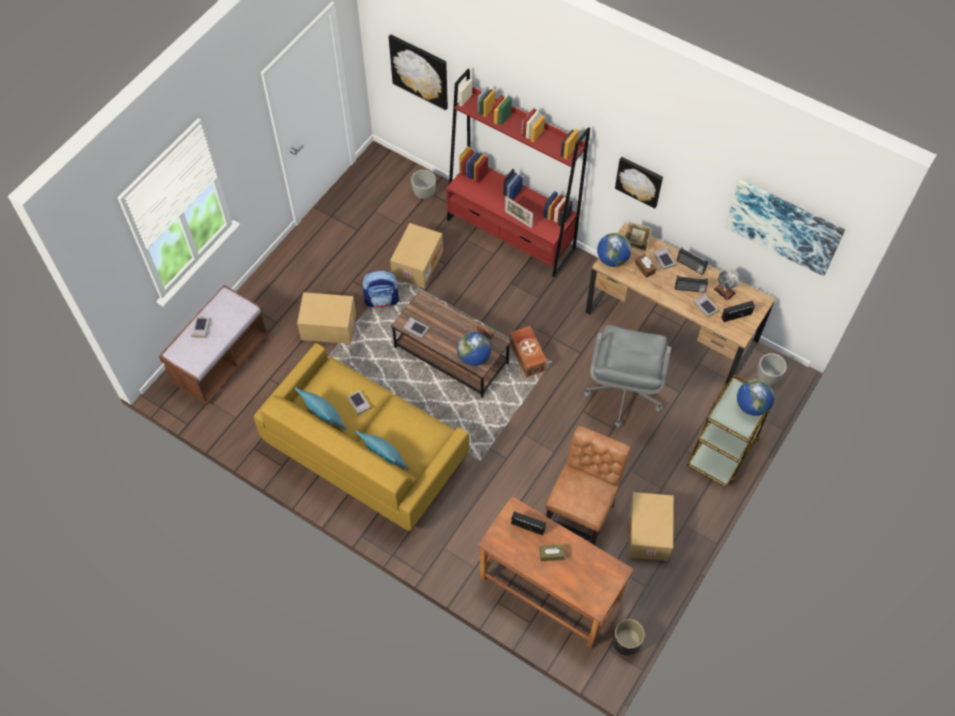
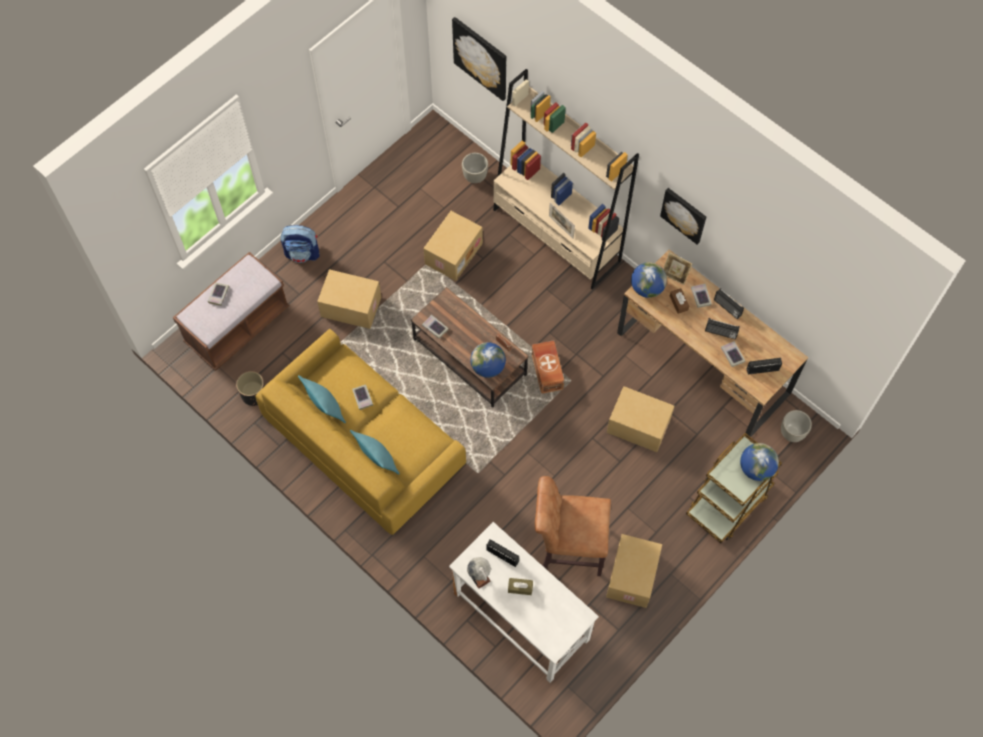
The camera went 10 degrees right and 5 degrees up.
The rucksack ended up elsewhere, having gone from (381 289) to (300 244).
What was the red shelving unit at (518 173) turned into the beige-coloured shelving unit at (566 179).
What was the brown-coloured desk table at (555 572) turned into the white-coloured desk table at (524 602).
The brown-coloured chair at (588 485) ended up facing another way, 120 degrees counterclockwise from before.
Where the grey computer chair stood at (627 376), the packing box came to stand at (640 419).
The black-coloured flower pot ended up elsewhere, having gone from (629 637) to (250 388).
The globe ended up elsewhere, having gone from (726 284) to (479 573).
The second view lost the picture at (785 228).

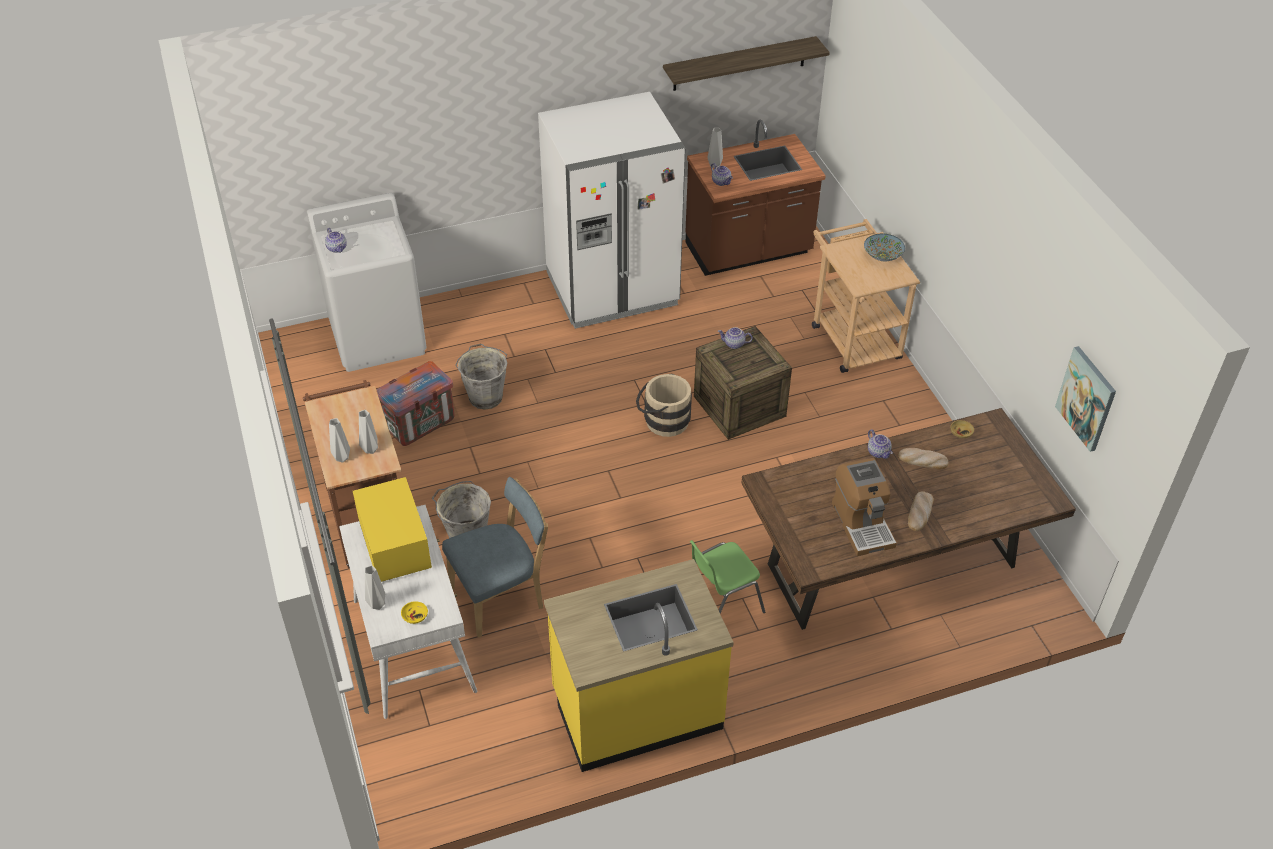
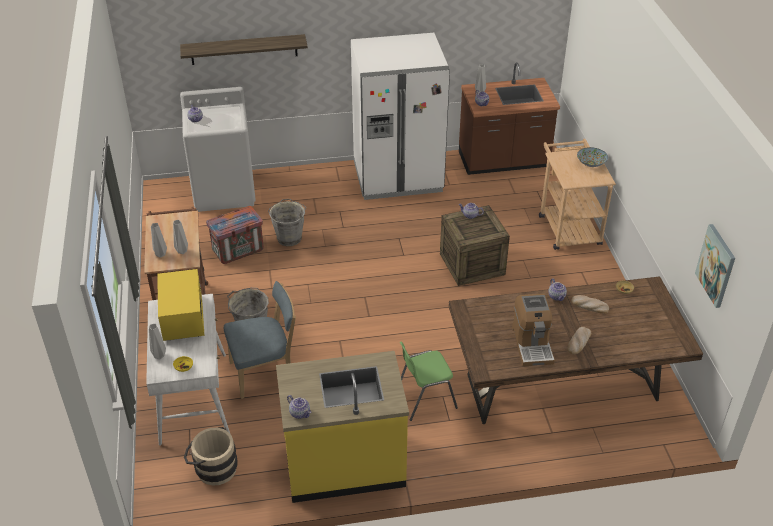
The camera went 10 degrees right and 5 degrees down.
The beige-coloured pail ended up elsewhere, having gone from (664 405) to (211 456).
The shelf ended up elsewhere, having gone from (746 63) to (244 49).
The second view gained the tea pot at (299 407).

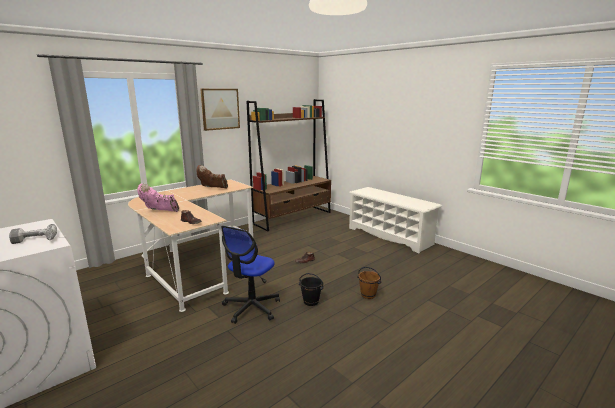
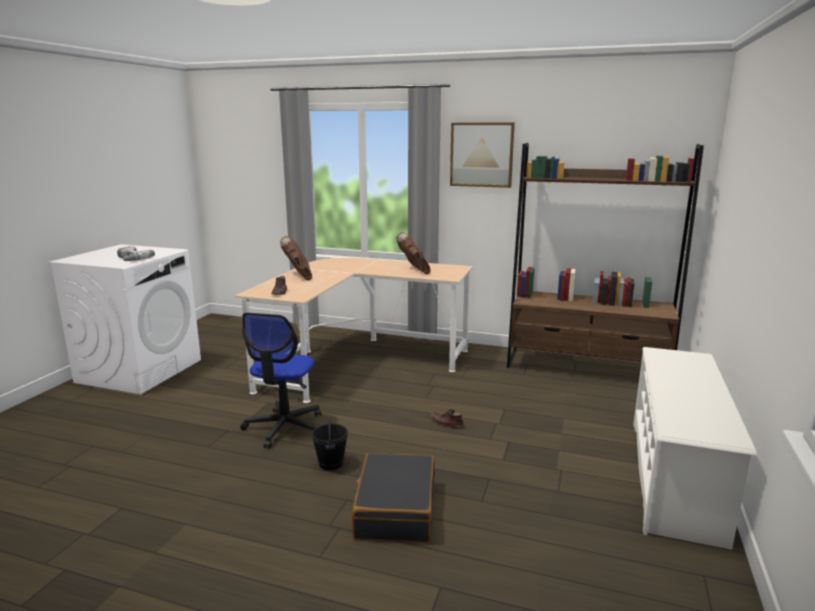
The camera went 60 degrees right and 0 degrees up.
What was the pinkish high-top boot at (158 198) turned into the brown-coloured high-top boot at (296 258).
The computer chair at (250 275) ended up facing another way, 75 degrees counterclockwise from before.
Where the brown-coloured pail stood at (369 283), the black-coloured piece of luggage came to stand at (393 498).

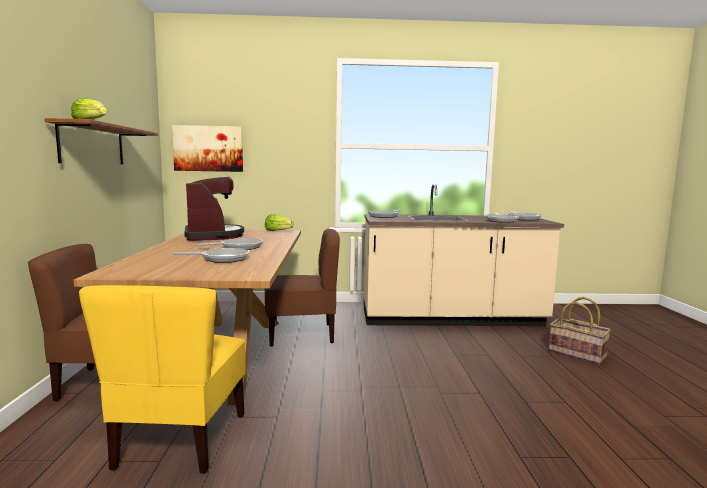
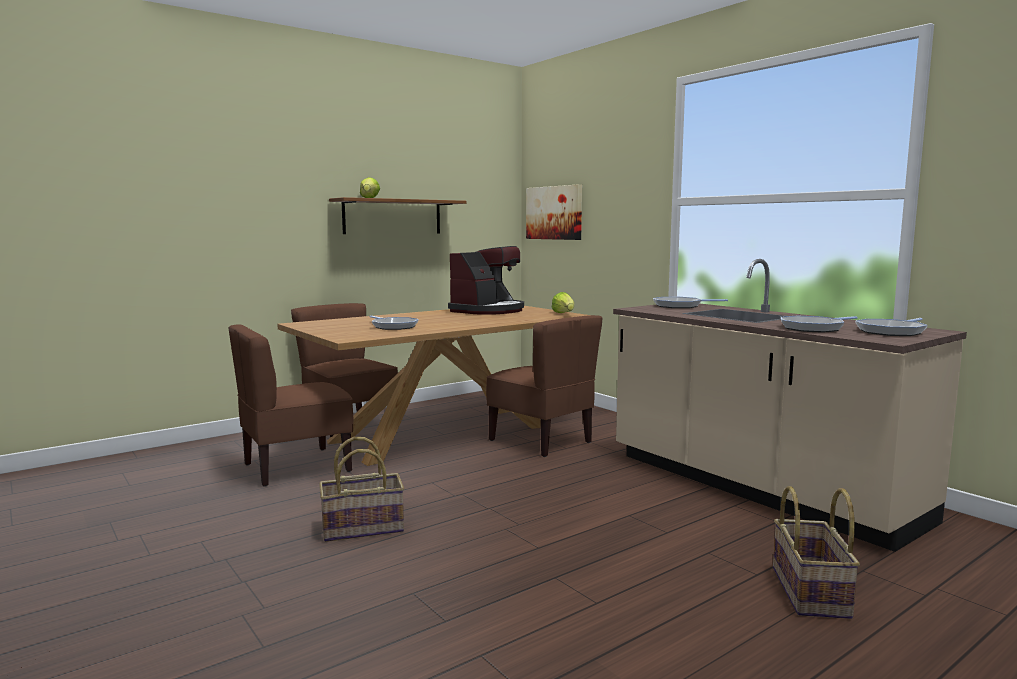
The camera went 55 degrees right and 0 degrees up.
What was the yellowish chair at (162 379) turned into the brown-coloured chair at (290 405).
The second view lost the skillet at (229 244).
The second view gained the household basket at (361 489).

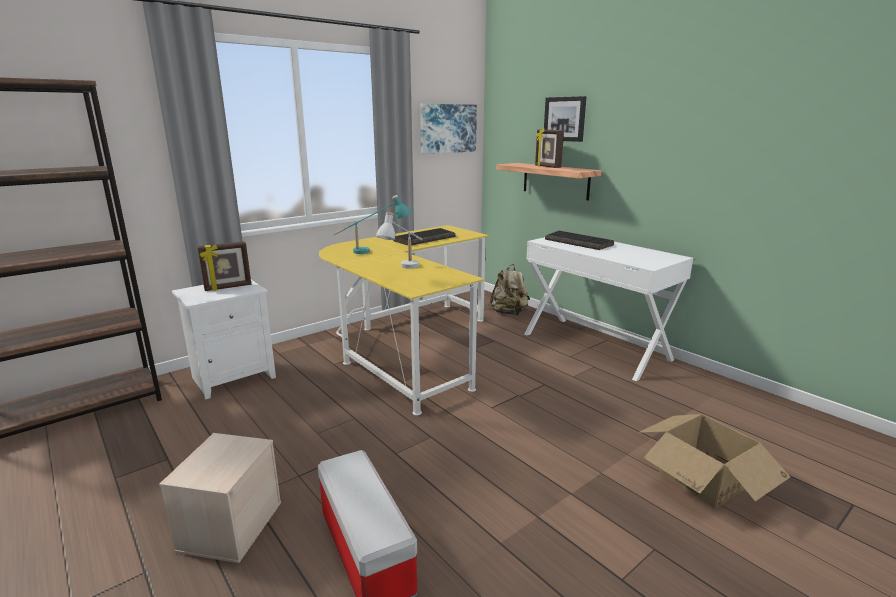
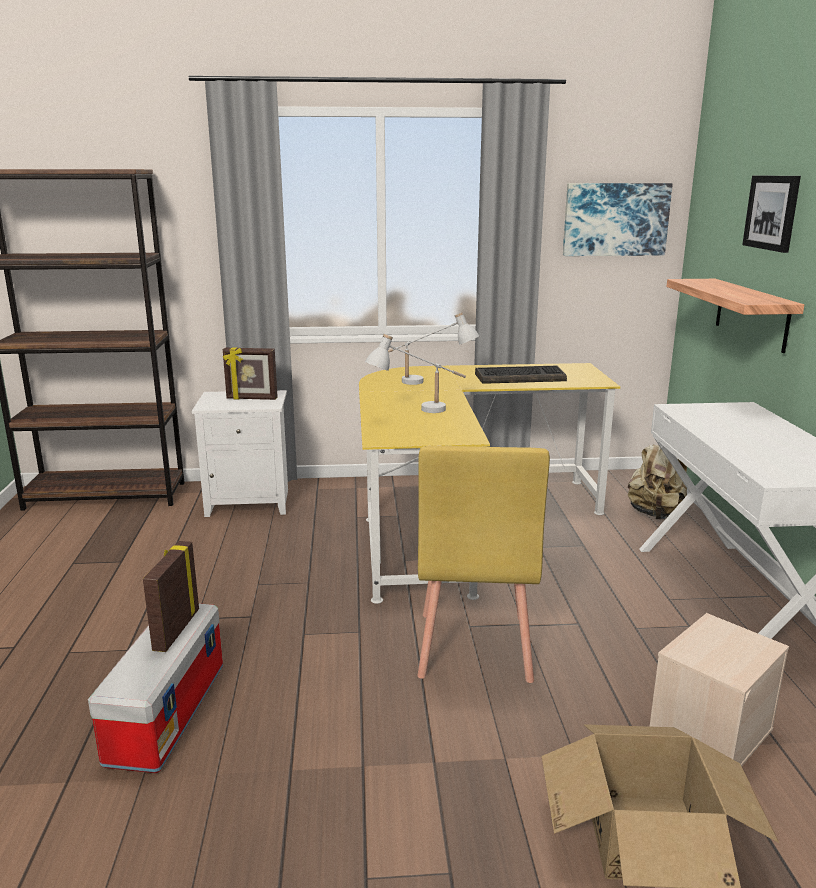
The camera went 35 degrees right and 0 degrees up.
The beige-coloured storage bin ended up elsewhere, having gone from (220 498) to (719 689).
What was the turquoise lamp for a table at (372 224) turned into the white-coloured lamp for a table at (433 348).
The picture frame ended up elsewhere, having gone from (549 148) to (171 596).
The second view lost the PC keyboard at (579 240).
The second view gained the yellowish chair at (483 564).

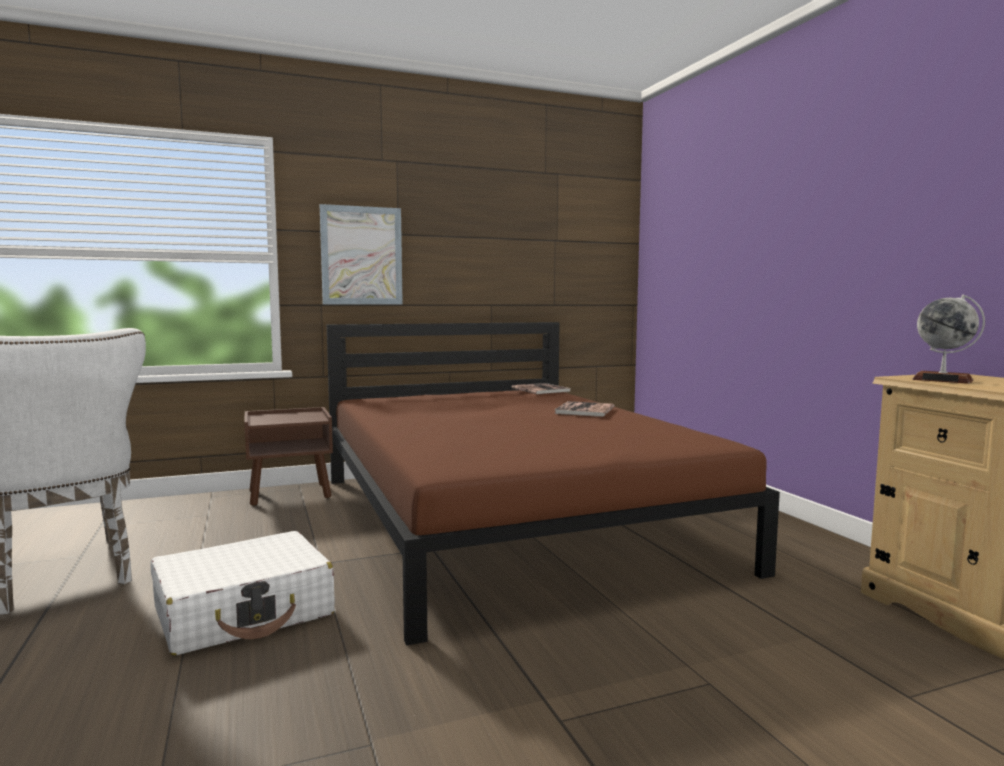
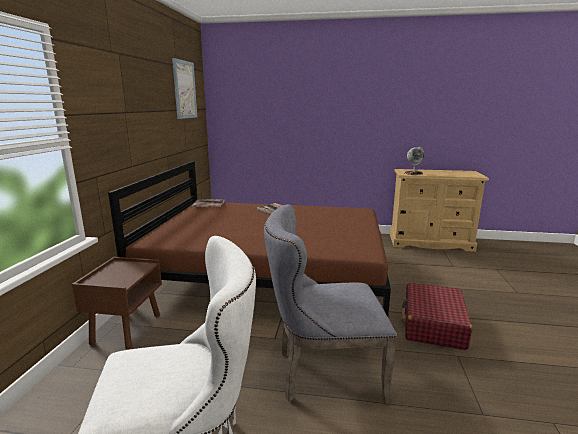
The camera went 60 degrees left and 10 degrees up.
Where the white-coloured piece of luggage stood at (242 593), the grey chair came to stand at (330 304).
The picture ended up elsewhere, having gone from (361 254) to (184 88).
The second view gained the red piece of luggage at (436 316).

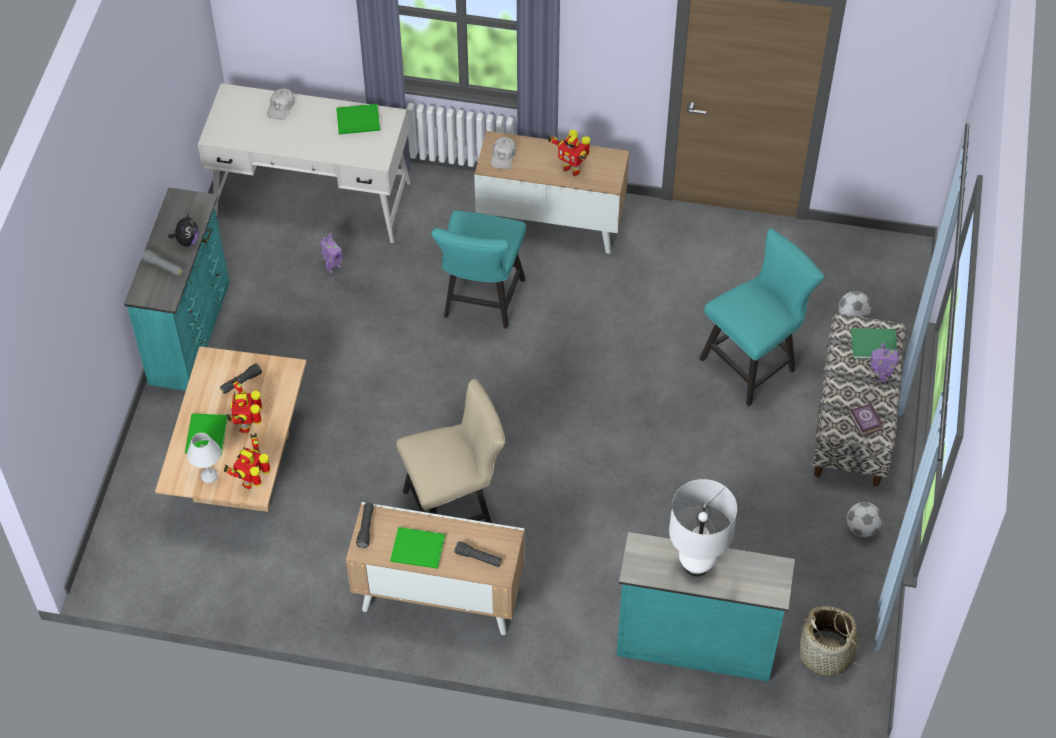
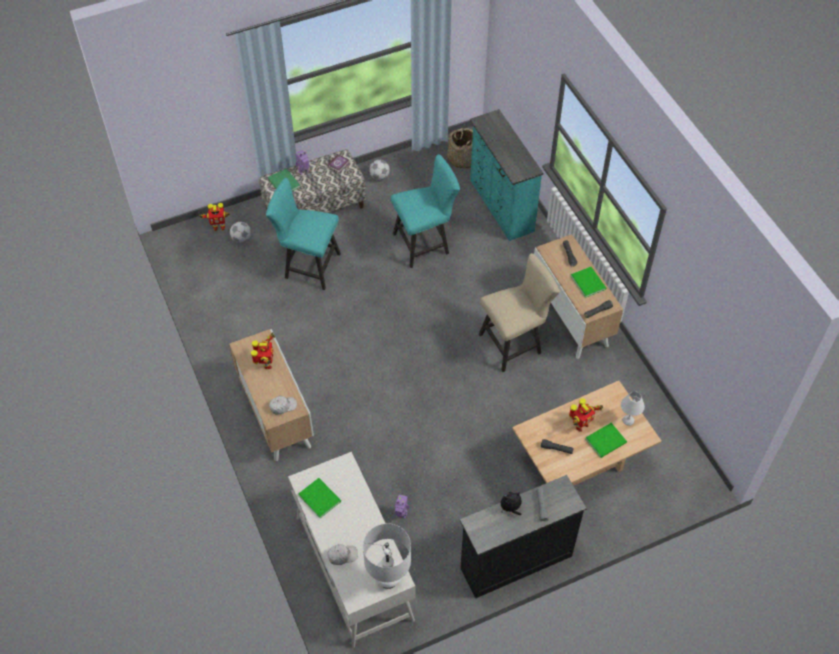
The camera went 125 degrees left and 0 degrees up.
What was the turquoise chest of drawers at (177 289) turned into the black-coloured chest of drawers at (523 536).
The model robot ended up elsewhere, having gone from (247 461) to (214 217).
The beige-coloured chair at (450 451) ended up facing another way, 120 degrees clockwise from before.
The turquoise chair ended up elsewhere, having gone from (478 269) to (425 211).
The white-coloured lamp for a table ended up elsewhere, having gone from (703 528) to (387 556).

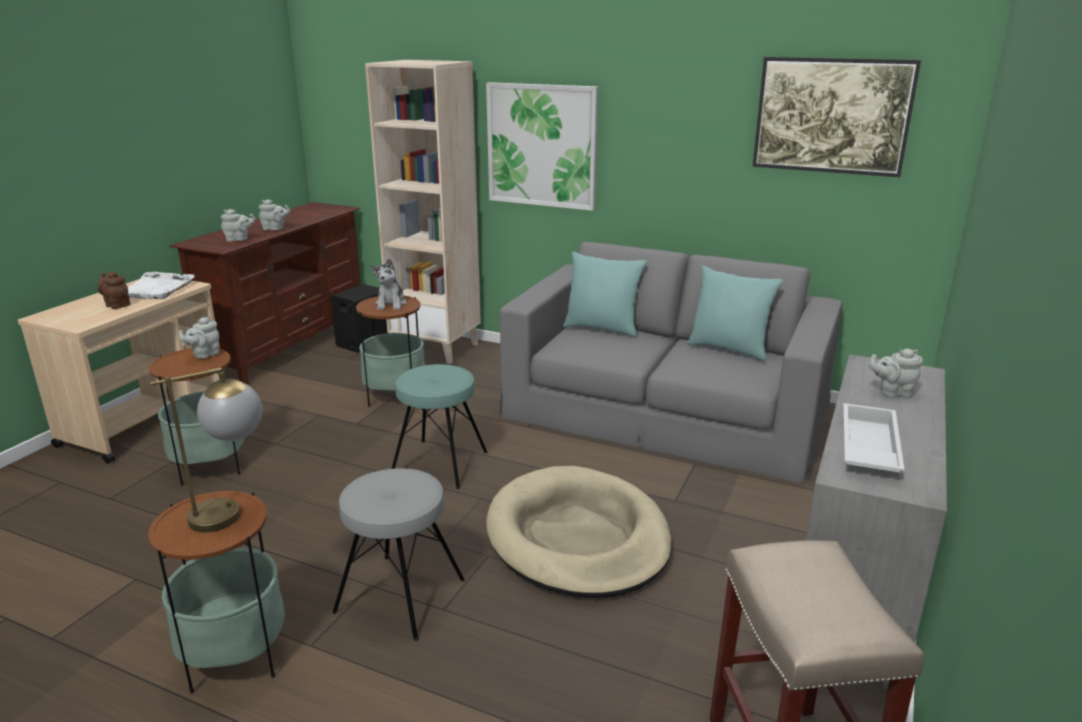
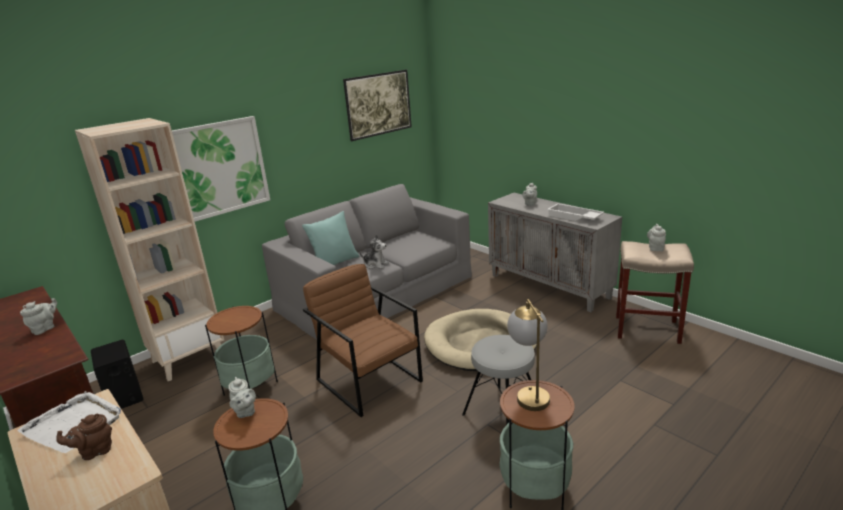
The camera went 65 degrees left and 0 degrees up.
The grey tea pot ended up elsewhere, having gone from (238 225) to (656 237).
The cuddly toy ended up elsewhere, having gone from (389 284) to (374 251).
Where the turquoise stool seat stood at (439 426), the brown-coloured lounge chair came to stand at (363 340).
The second view lost the turquoise throw pillow at (735 313).

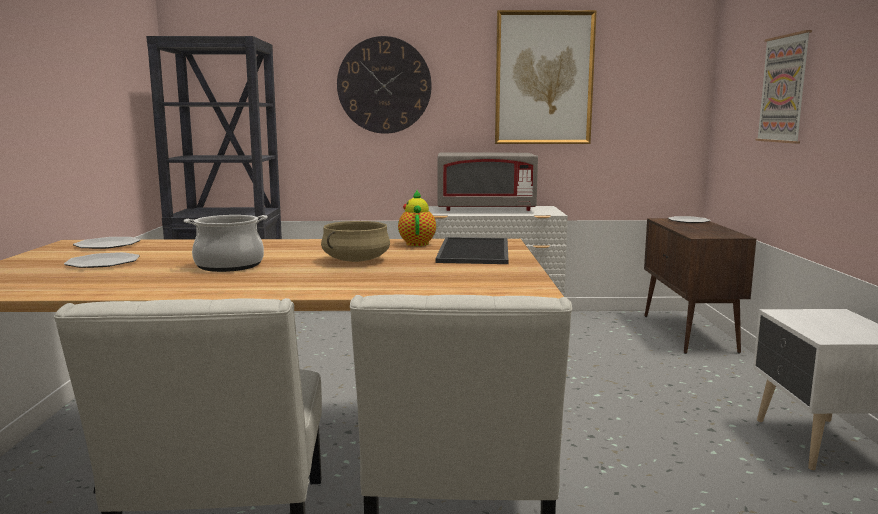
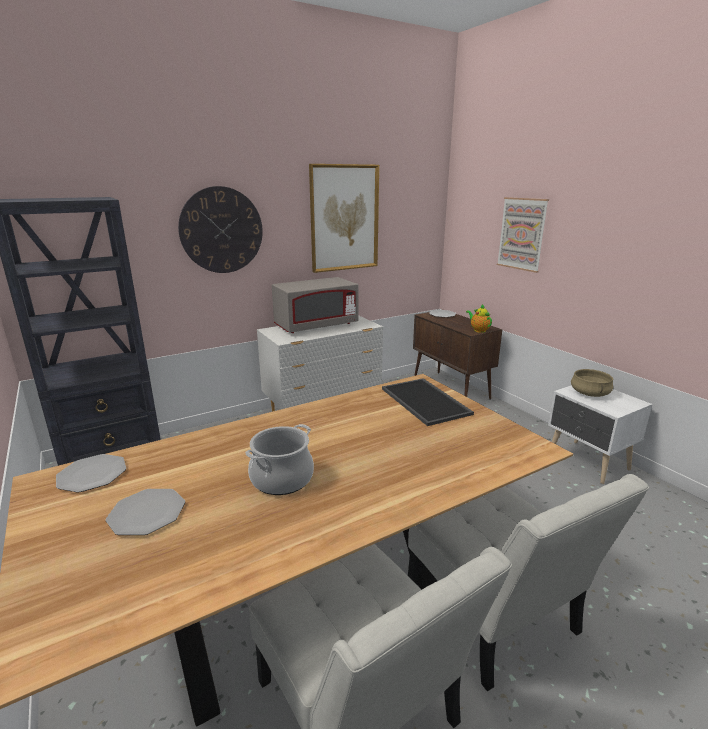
The camera went 30 degrees left and 10 degrees up.
The beige-coloured stockpot ended up elsewhere, having gone from (355 241) to (592 383).
The tea pot ended up elsewhere, having gone from (417 218) to (479 318).

